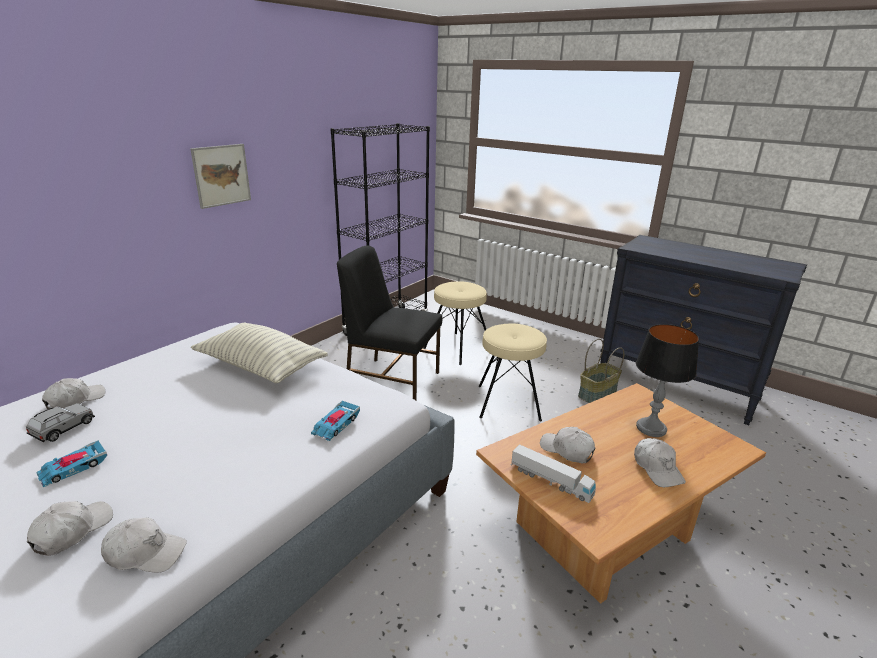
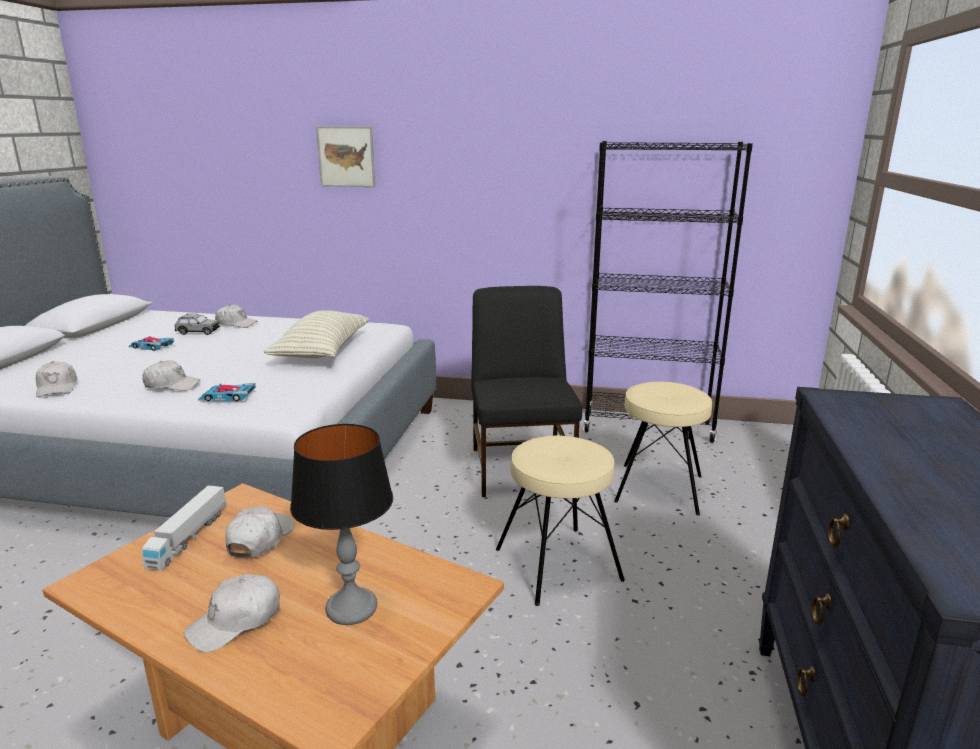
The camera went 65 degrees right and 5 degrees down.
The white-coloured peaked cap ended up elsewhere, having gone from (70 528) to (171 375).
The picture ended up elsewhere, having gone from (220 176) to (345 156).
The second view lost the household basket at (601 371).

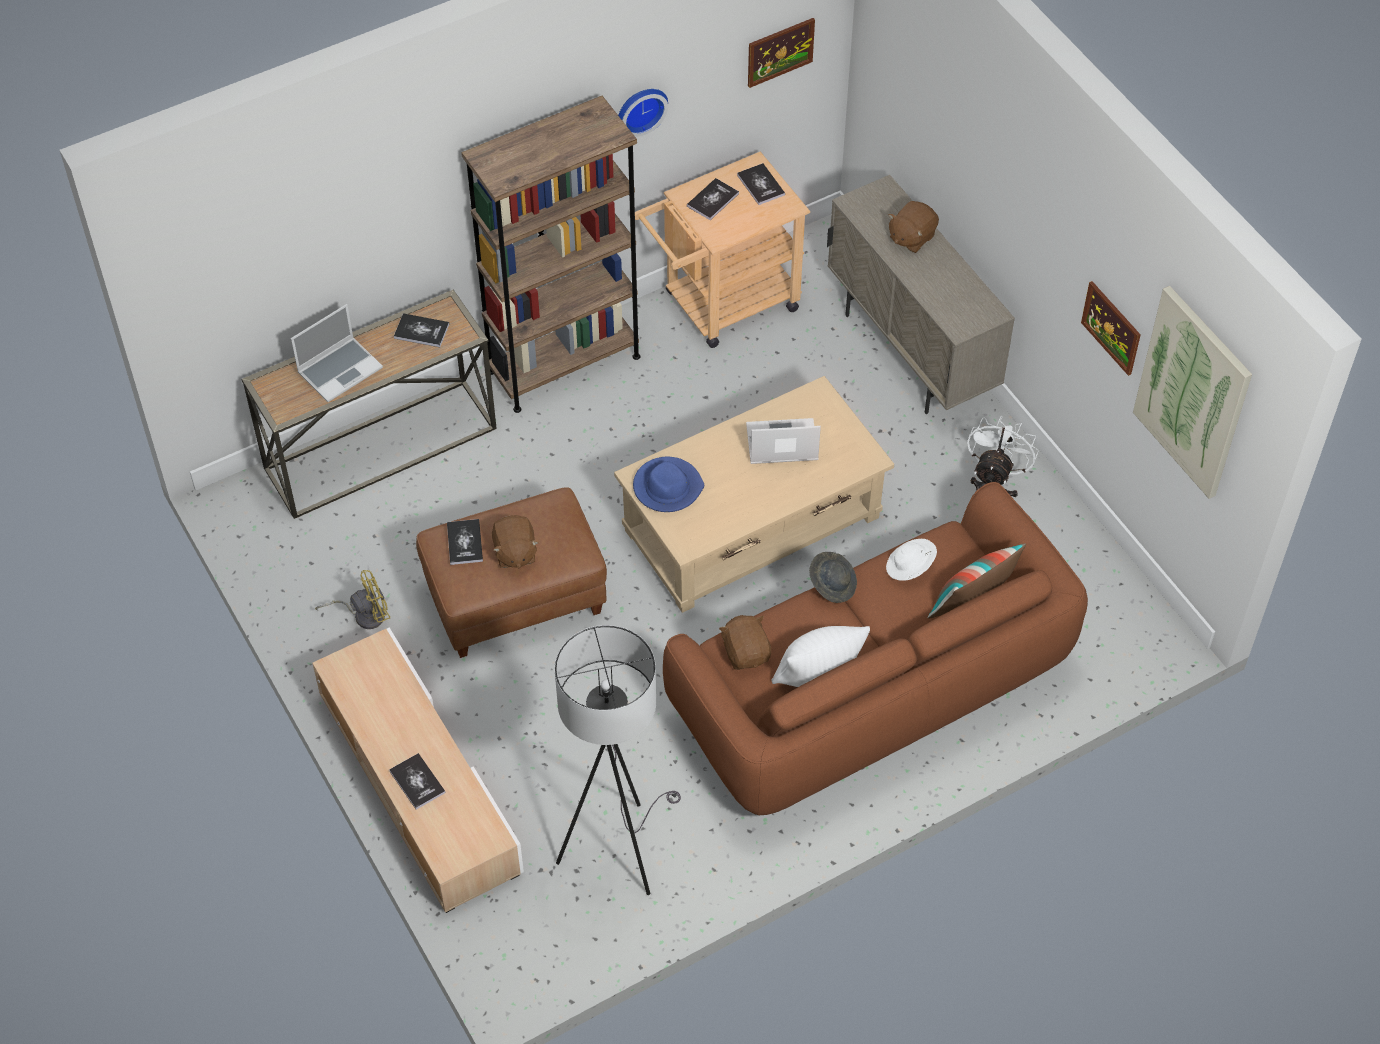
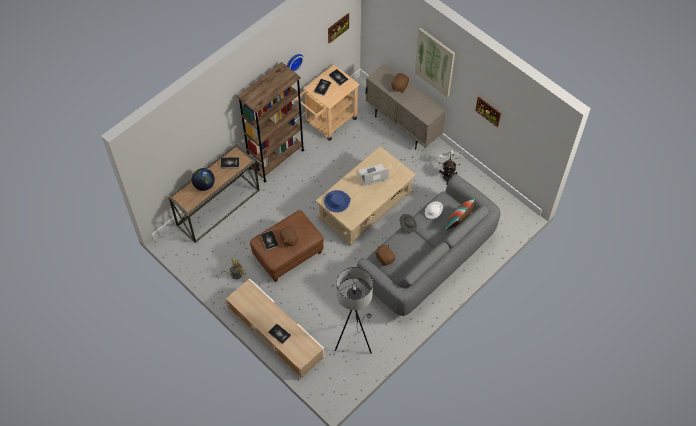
The camera went 15 degrees left and 5 degrees up.
Where the laptop stood at (337 353), the globe came to stand at (203 179).
What was the brown-coloured couch at (875 648) turned into the grey couch at (428 245).
The second view lost the white-coloured throw pillow at (820 656).
The picture ended up elsewhere, having gone from (1192 392) to (435 62).

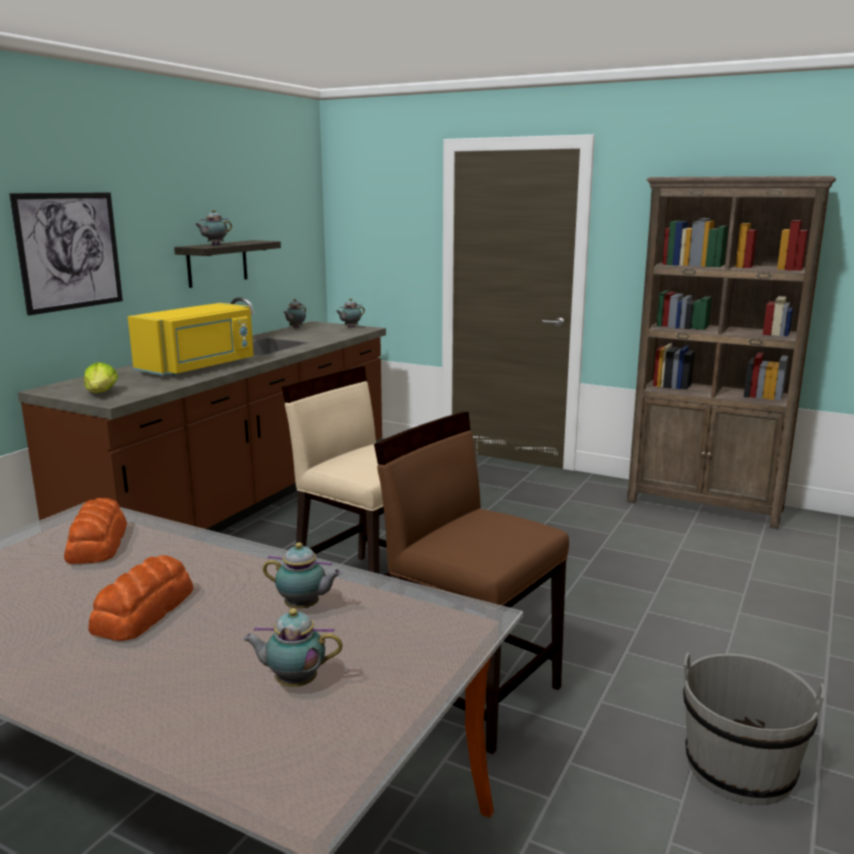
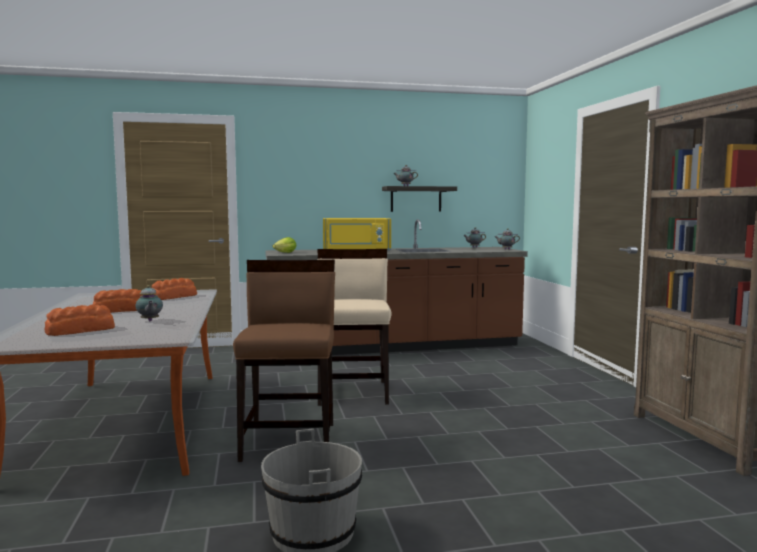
The camera went 50 degrees right and 10 degrees down.
The second view lost the picture at (66 253).
Where the tea pot stood at (293 647), the bakery bread came to stand at (80 320).

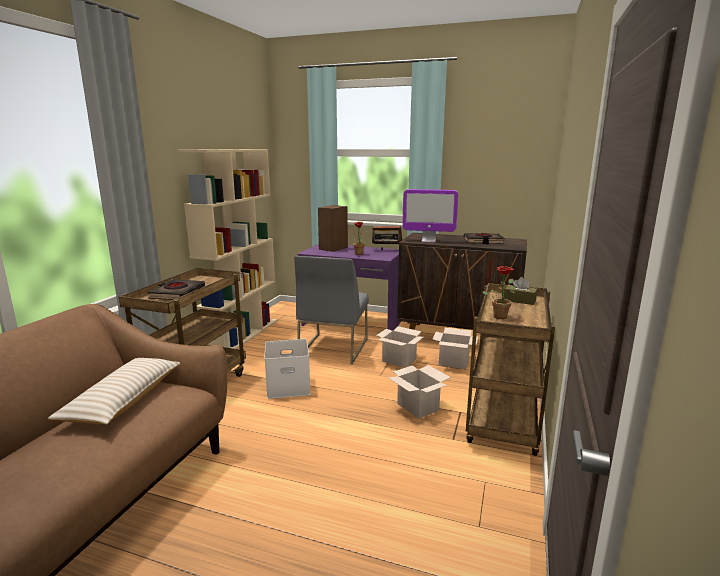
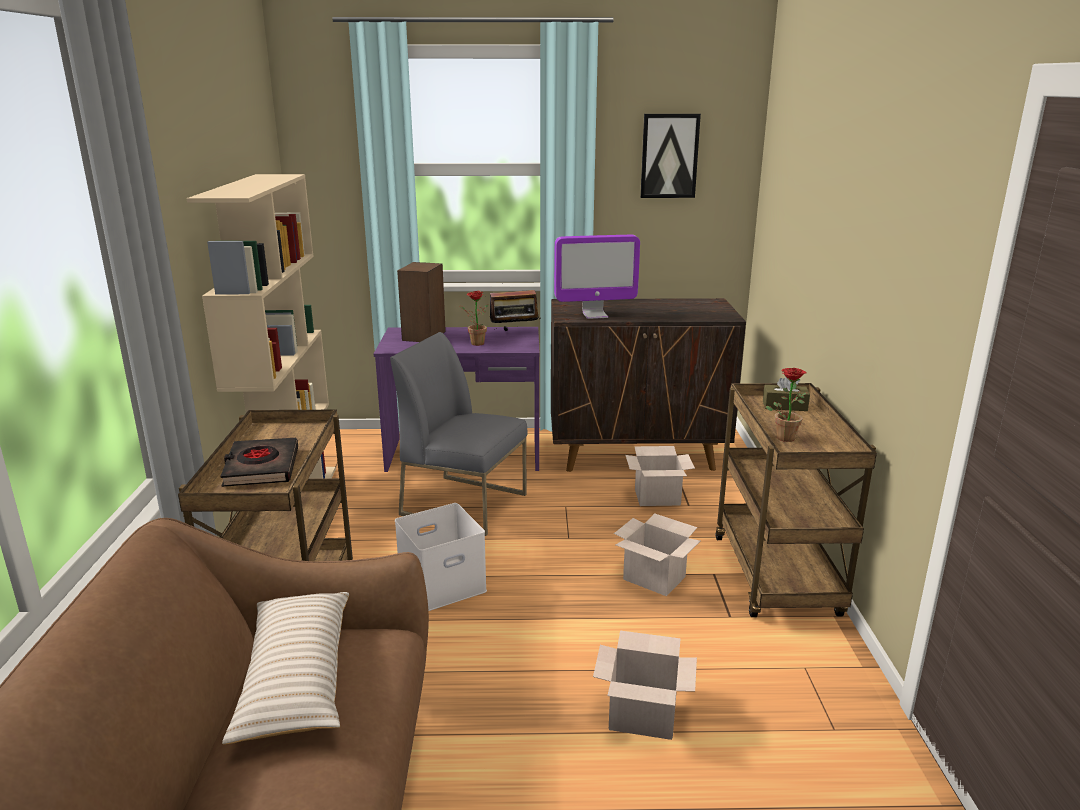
The camera went 20 degrees left and 5 degrees up.
The grey chair at (331 310) ended up facing another way, 120 degrees clockwise from before.
The packing box ended up elsewhere, having gone from (399 347) to (645 685).
The second view lost the black-coloured book at (483 238).
The second view gained the picture at (670 156).

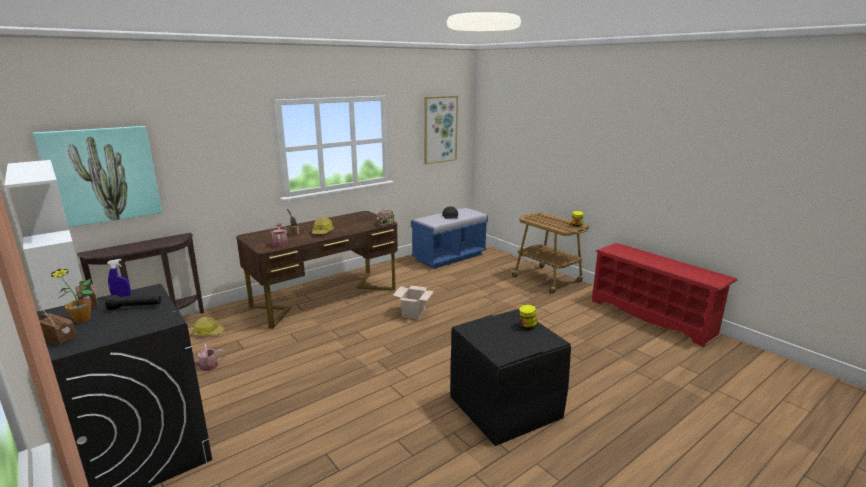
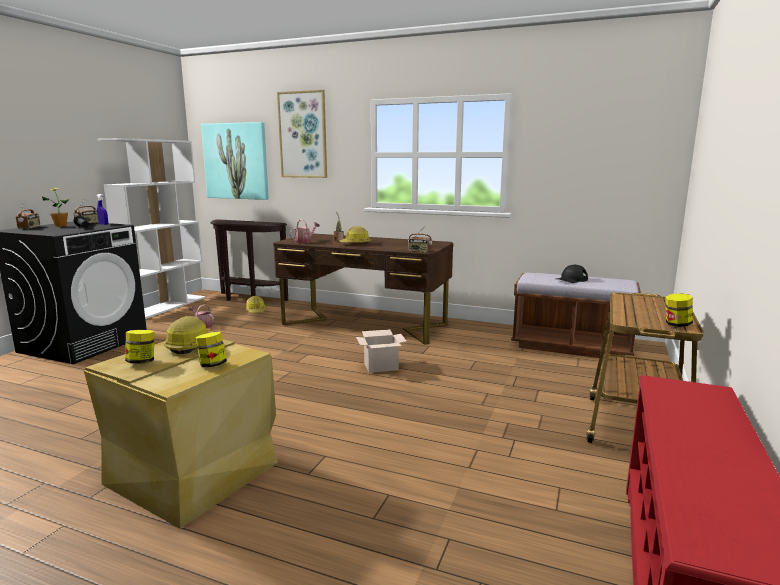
The camera went 60 degrees right and 5 degrees down.
What was the bluish indoor bench at (449 238) turned into the brown-coloured indoor bench at (576 316).
The picture ended up elsewhere, having gone from (441 130) to (302 134).
What was the black-coloured storage bin at (510 377) turned into the beige-coloured storage bin at (181 434).
The second view gained the storage jar at (139 347).
The second view gained the safety helmet at (188 335).

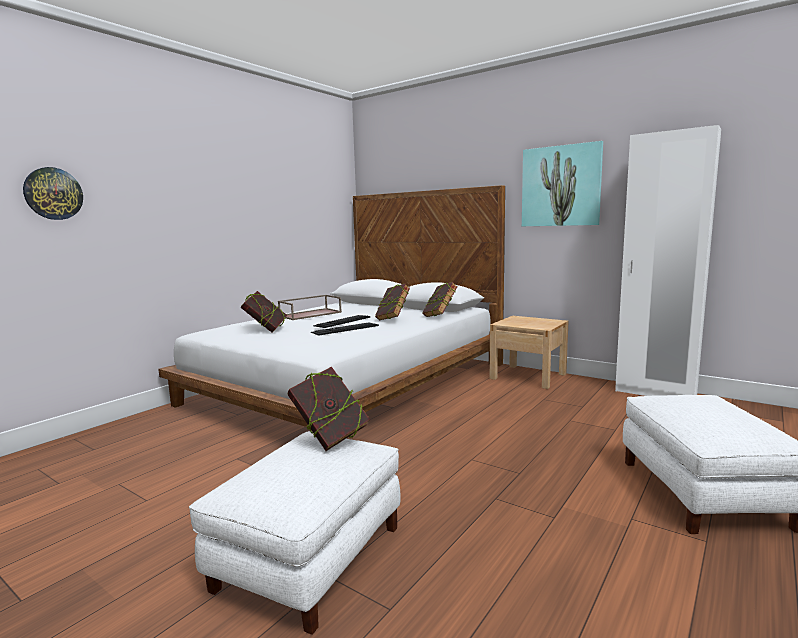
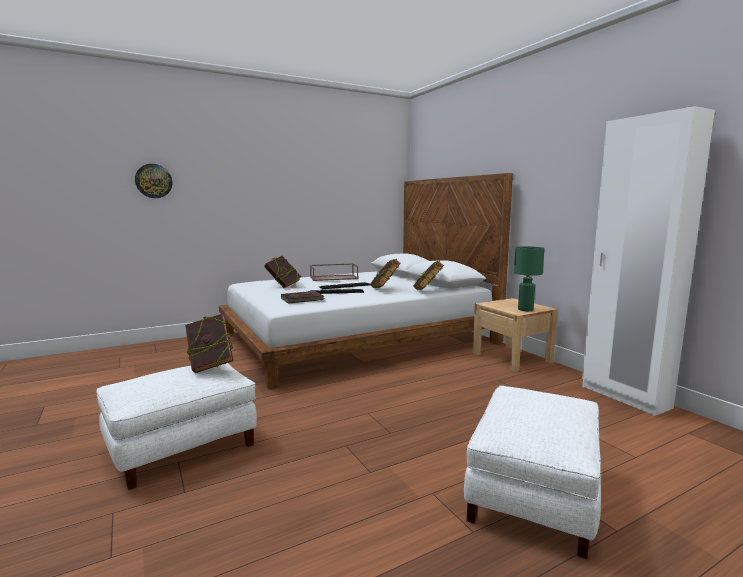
The camera went 25 degrees right and 0 degrees up.
The second view lost the picture at (562 183).
The second view gained the brown-coloured book at (302 297).
The second view gained the green-coloured lamp for a table at (529 278).

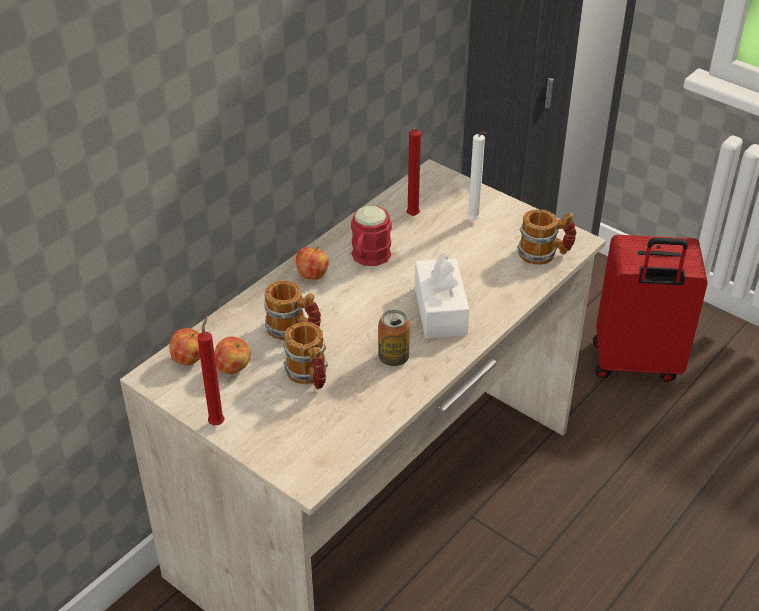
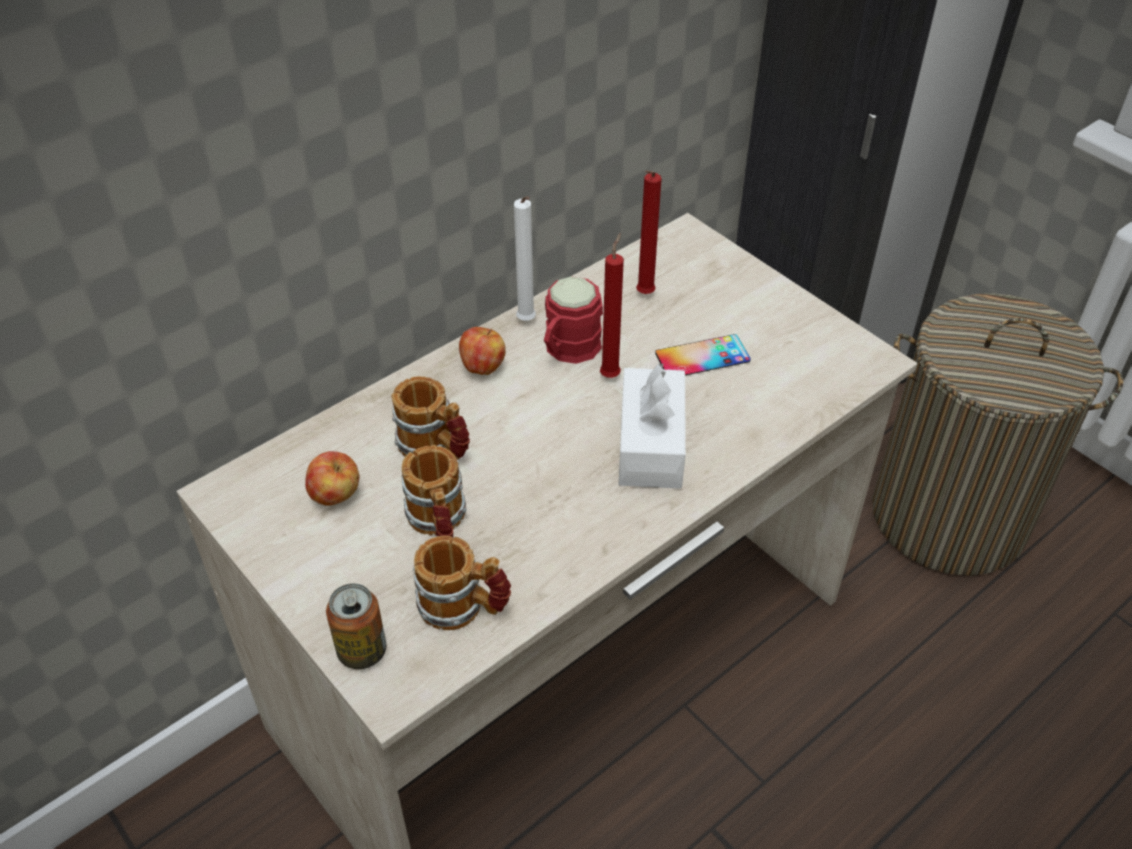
The camera went 10 degrees right and 5 degrees up.
The second view lost the apple at (185 347).
The red candle ended up elsewhere, having gone from (211 370) to (612 305).
The metal can ended up elsewhere, having gone from (394 338) to (356 626).
The white-coloured candle ended up elsewhere, having gone from (477 176) to (525 258).
The tea mug ended up elsewhere, having gone from (547 237) to (462 583).
Where the red piece of luggage stood at (650 308), the laundry basket came to stand at (997 434).
The second view gained the phone at (703 354).

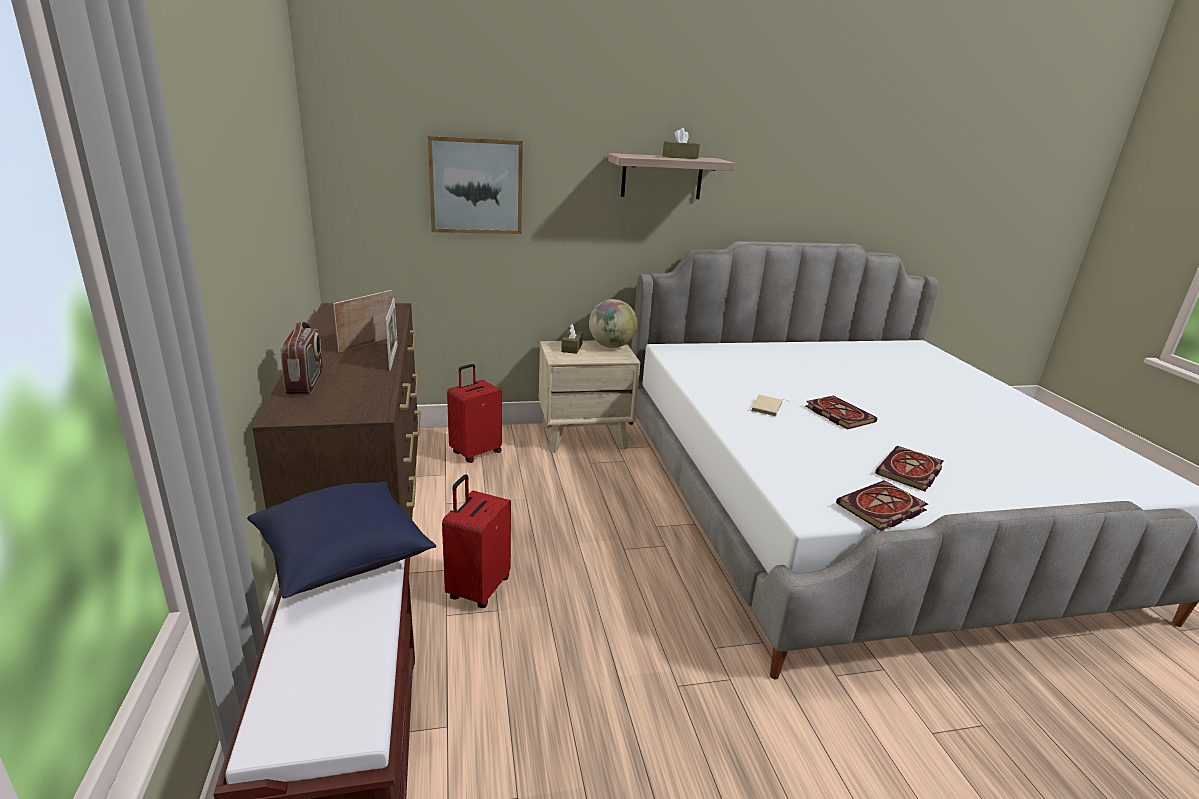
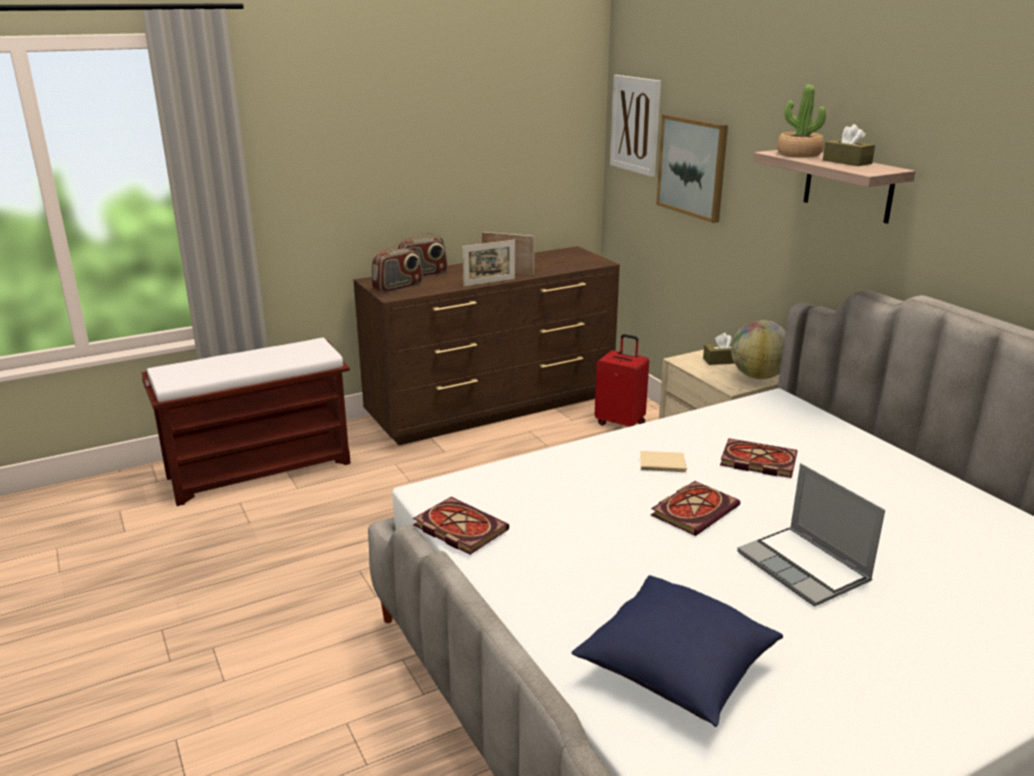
The camera went 75 degrees right and 0 degrees up.
The bluish throw pillow ended up elsewhere, having gone from (341 539) to (677 651).
The second view lost the red piece of luggage at (476 541).
The book ended up elsewhere, having gone from (909 468) to (758 458).
The second view gained the radio receiver at (397 268).
The second view gained the picture at (635 126).
The second view gained the laptop at (811 534).
The second view gained the houseplant at (801 121).

